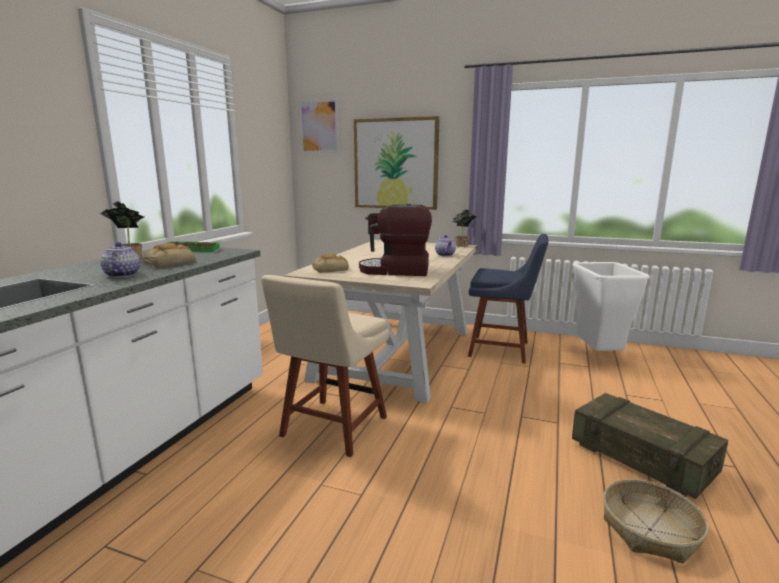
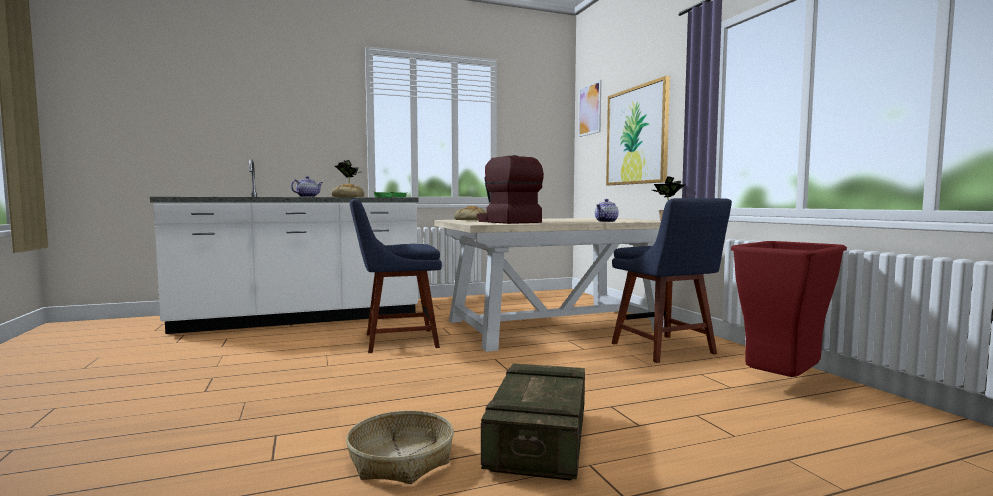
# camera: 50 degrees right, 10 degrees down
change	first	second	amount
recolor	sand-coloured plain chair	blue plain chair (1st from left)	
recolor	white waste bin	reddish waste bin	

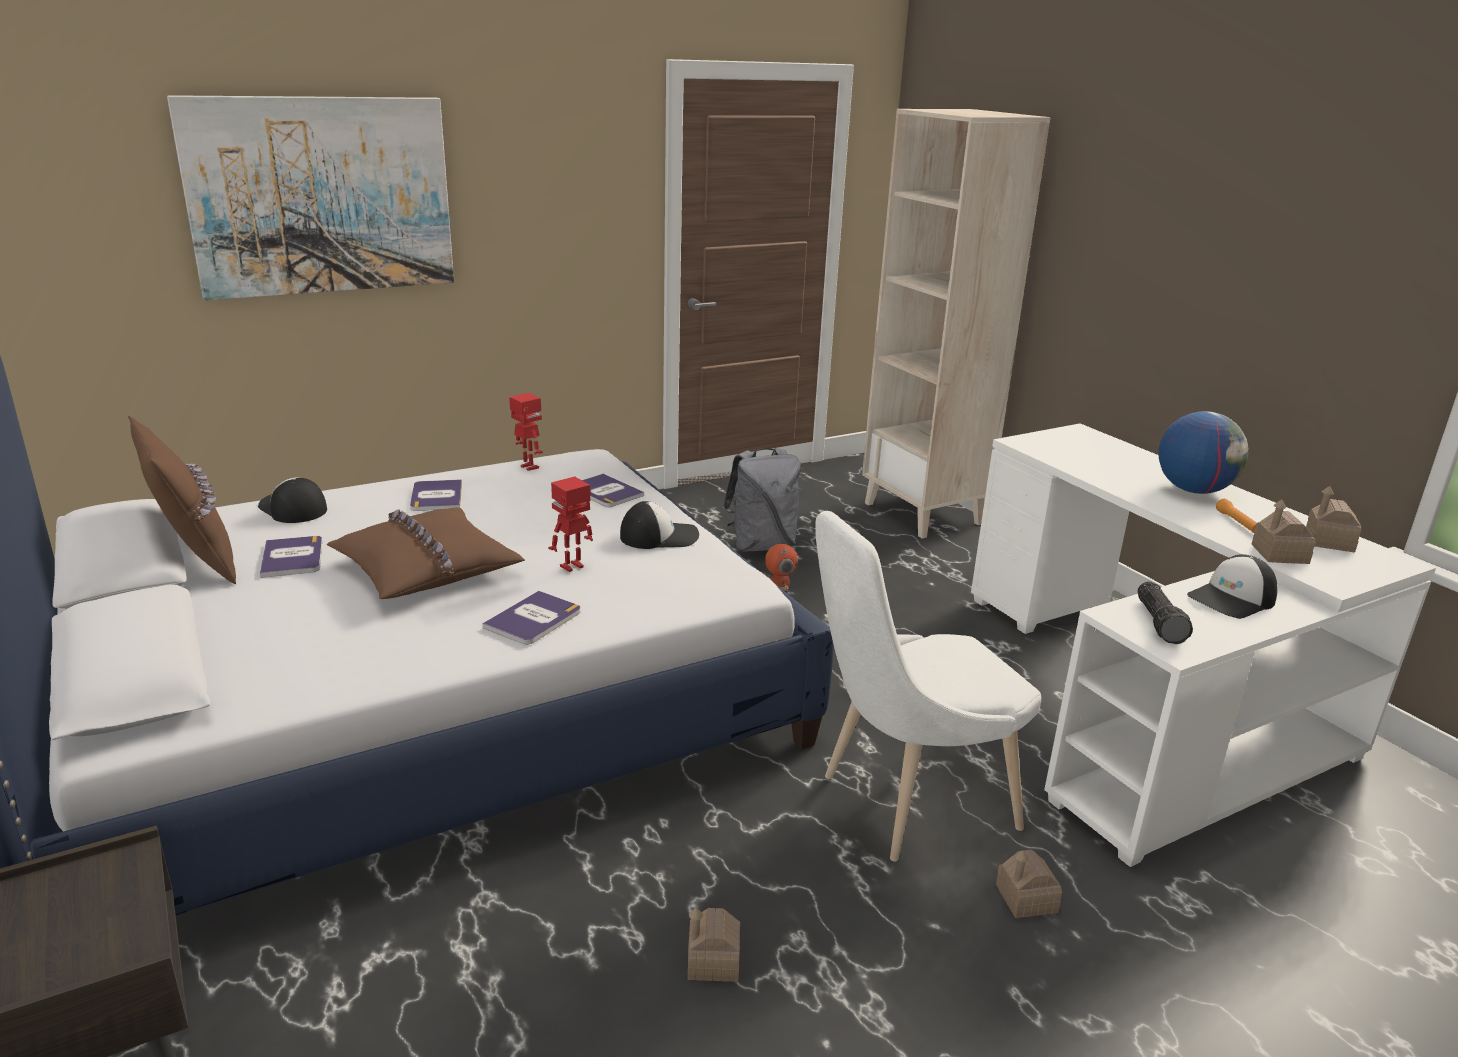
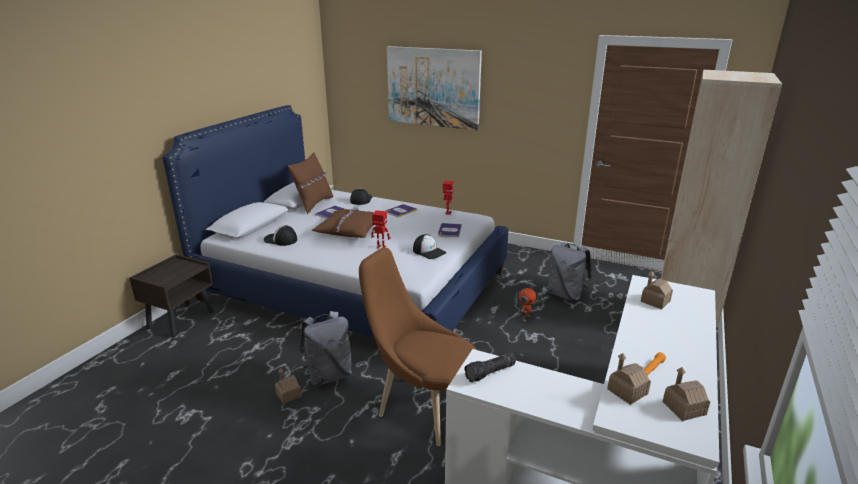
# camera: 55 degrees right, 0 degrees up
change	first	second	amount
delete	bound book (3rd from left)		
delete	world globe		
insert		grey knapsack (1st from left)	
move	model house (2nd from left in the first image)	model house (3rd from left)	
move	baseball cap (3rd from left in the first image)	baseball cap (1st from left)	
recolor	white plain chair	brown-coloured plain chair	

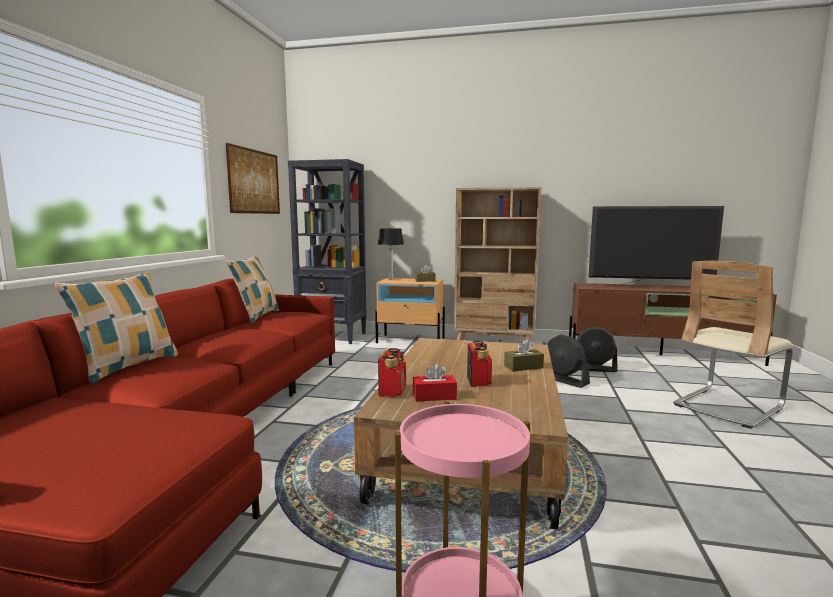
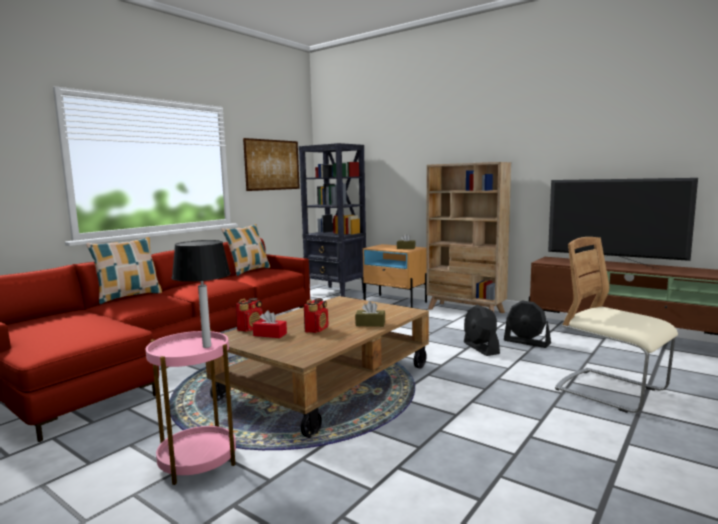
# camera: 25 degrees right, 0 degrees up
change	first	second	amount
move	lamp for a table		
rotate	sand-coloured plain chair		60 degrees clockwise

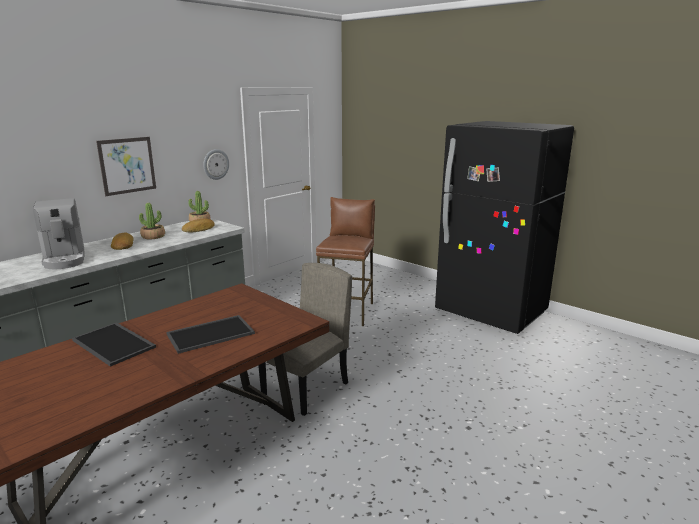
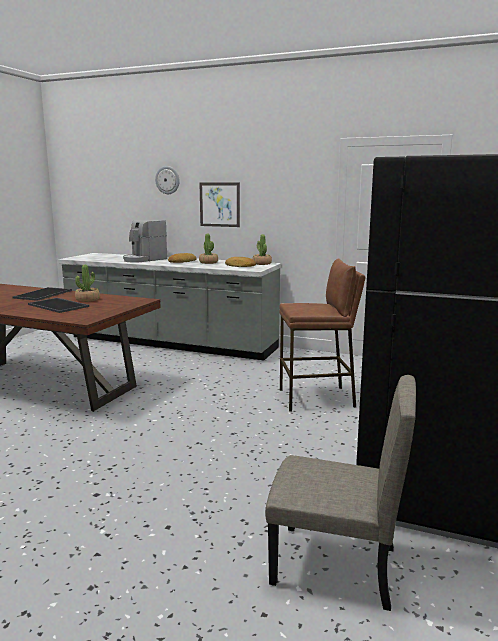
# camera: 70 degrees right, 5 degrees down
change	first	second	amount
insert		potted plant (1st from left)	
move	hanging clock		
move	sand-coloured plain chair		

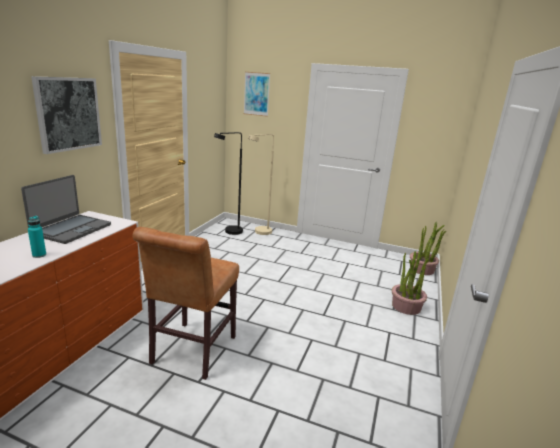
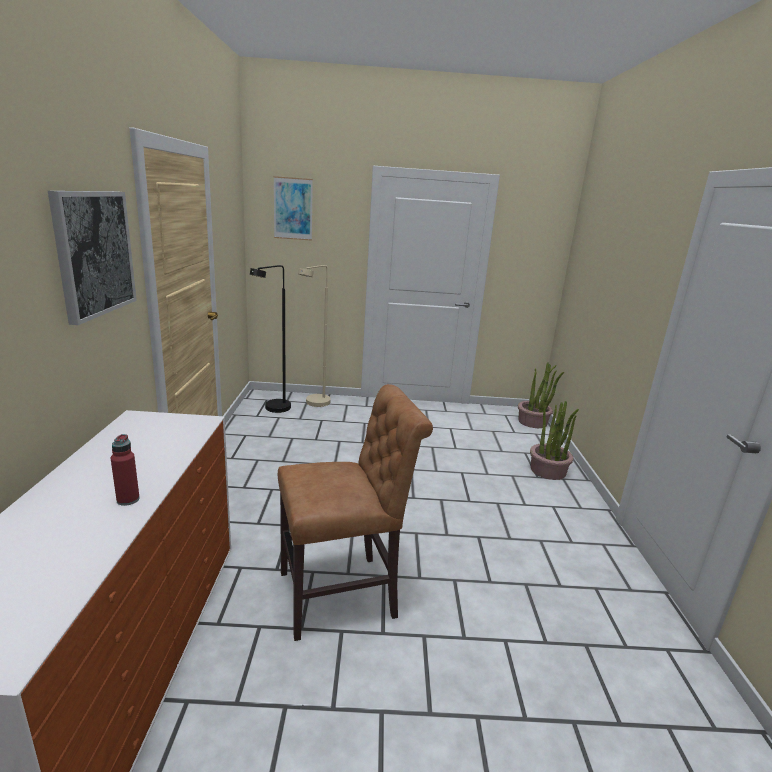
# camera: 20 degrees left, 0 degrees up
change	first	second	amount
delete	portable computer		
recolor	turquoise bottle	reddish bottle	
rotate	brown-coloured plain chair		105 degrees counterclockwise

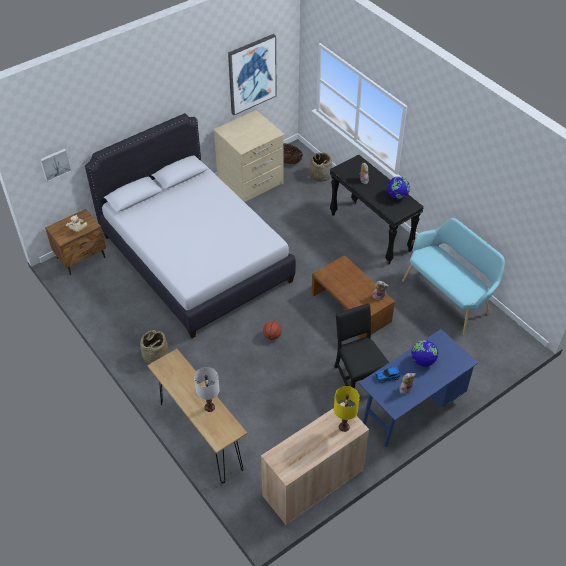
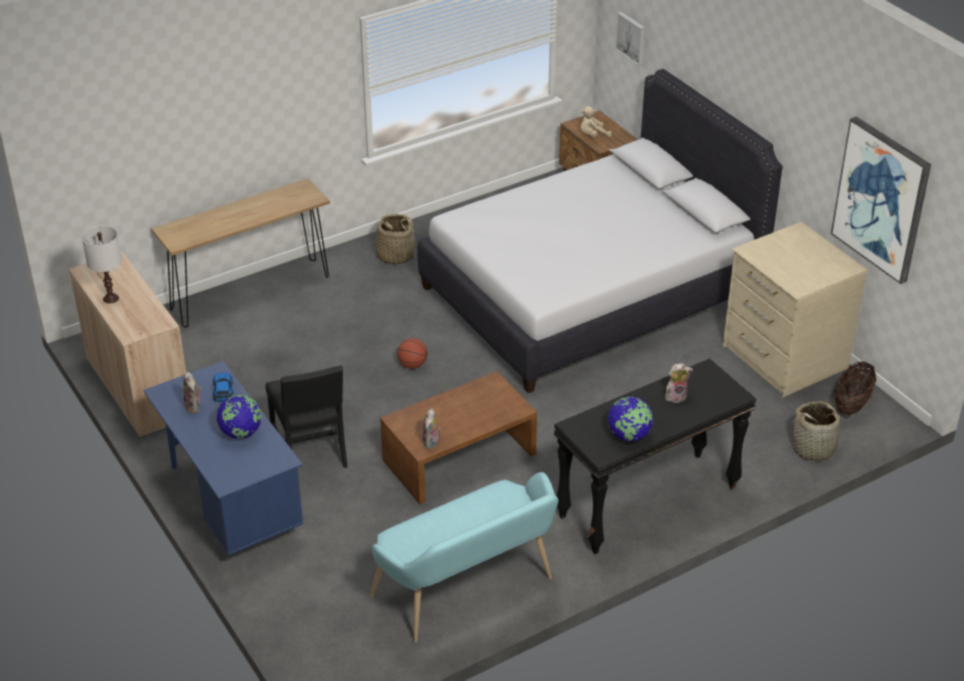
# camera: 95 degrees right, 10 degrees down
change	first	second	amount
delete	yellowish lamp for a table		
move	white lamp for a table		
rotate	black plain chair		90 degrees clockwise

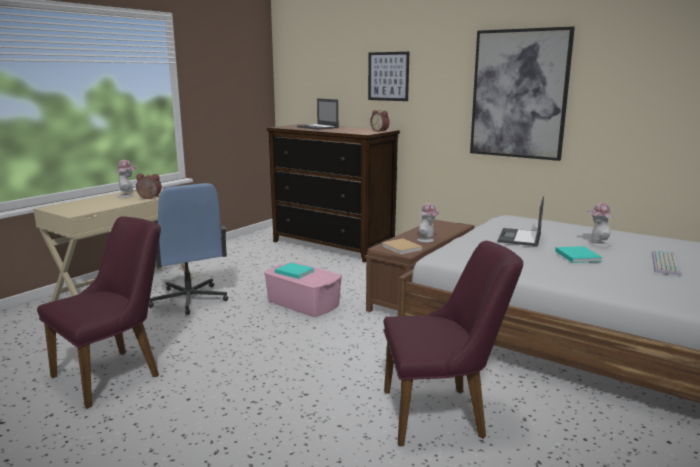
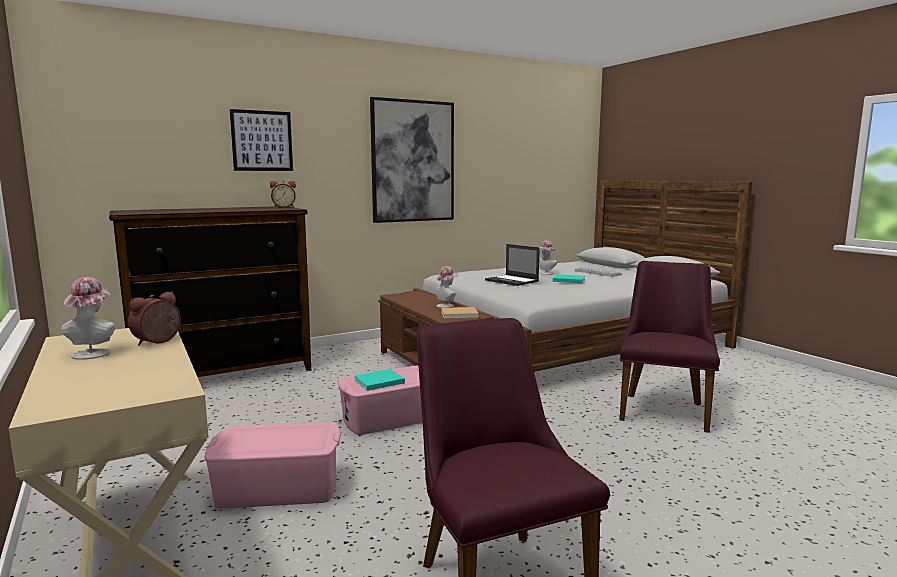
# camera: 65 degrees left, 5 degrees down
change	first	second	amount
delete	portable computer (1st from left)		
replace	blue office chair	pink-coloured storage box (1st from left)	

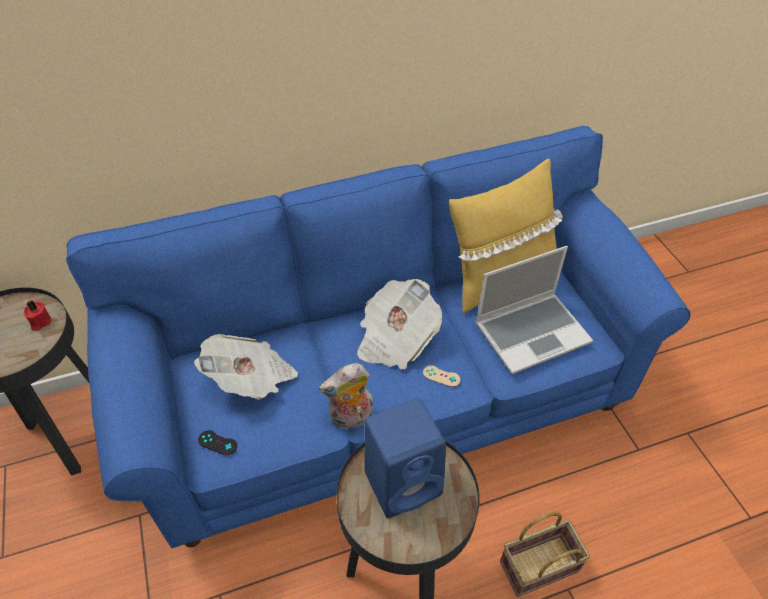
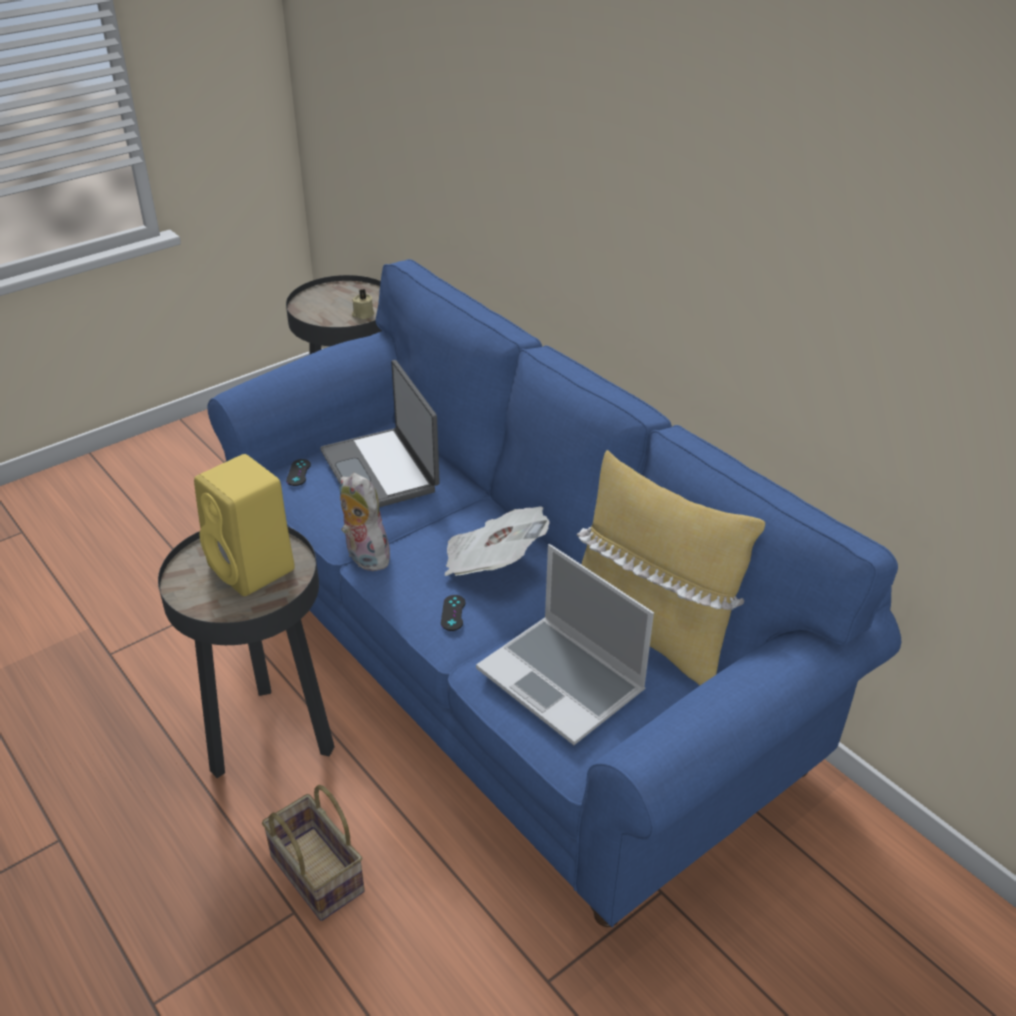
# camera: 70 degrees right, 10 degrees down
change	first	second	amount
replace	daily paper (1st from left)	portable computer (1st from left)	
recolor	reddish wax light	sand-coloured wax light	
recolor	blue speaker	yellowish speaker	
recolor	sand-coloured joypad	black joypad (2nd from left)	

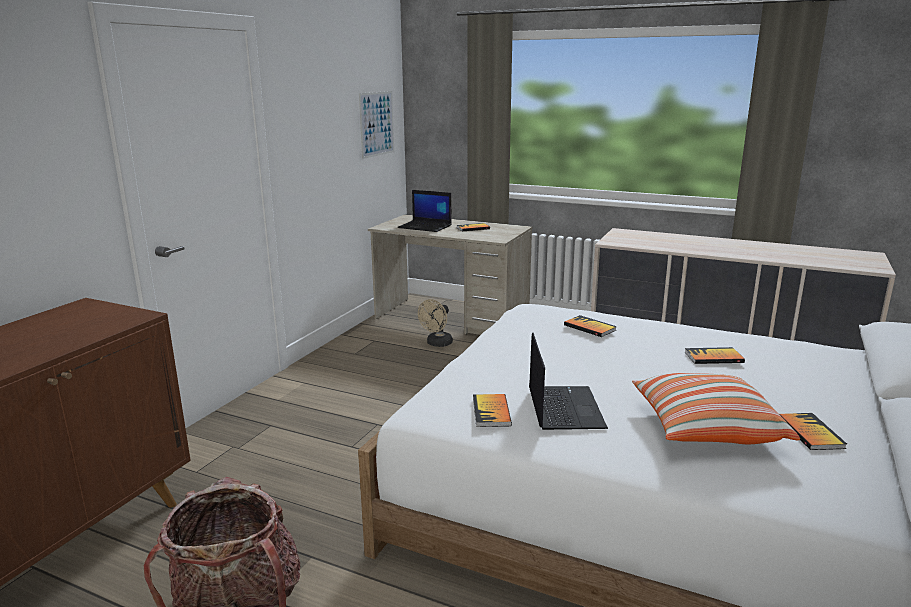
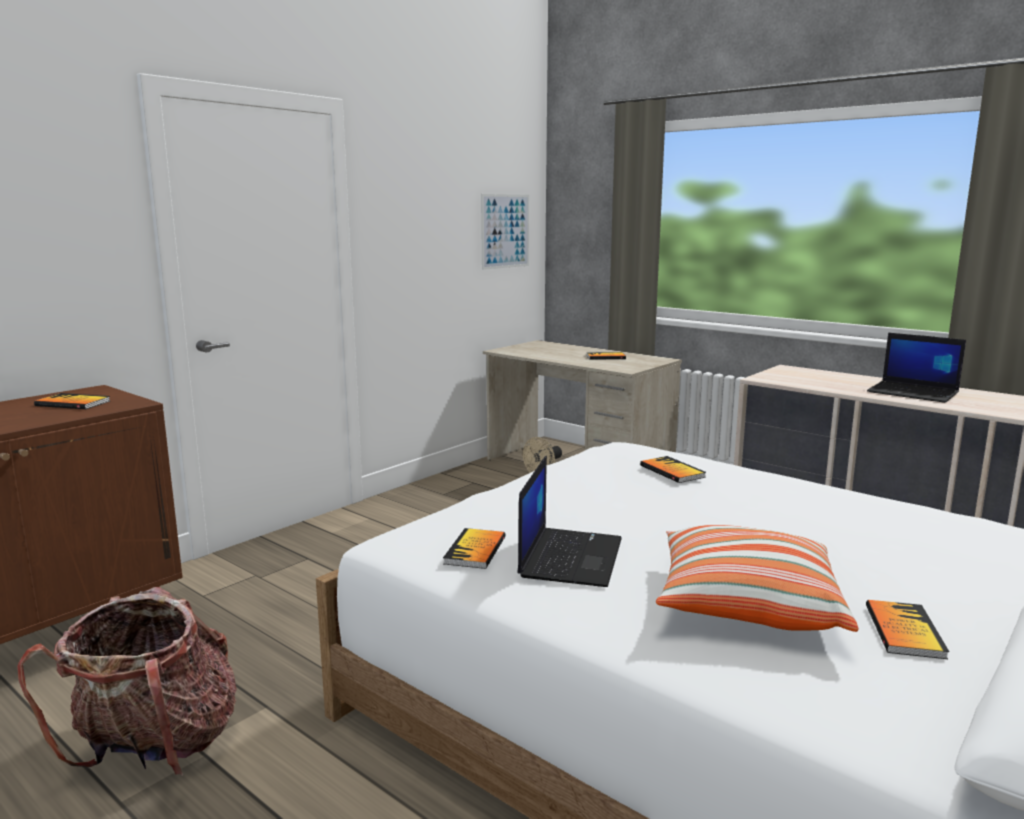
# camera: 15 degrees right, 5 degrees down
change	first	second	amount
move	portable computer (1st from left in the first image)	portable computer (2nd from left)	
move	bound book (4th from left in the first image)	bound book (1st from left)	

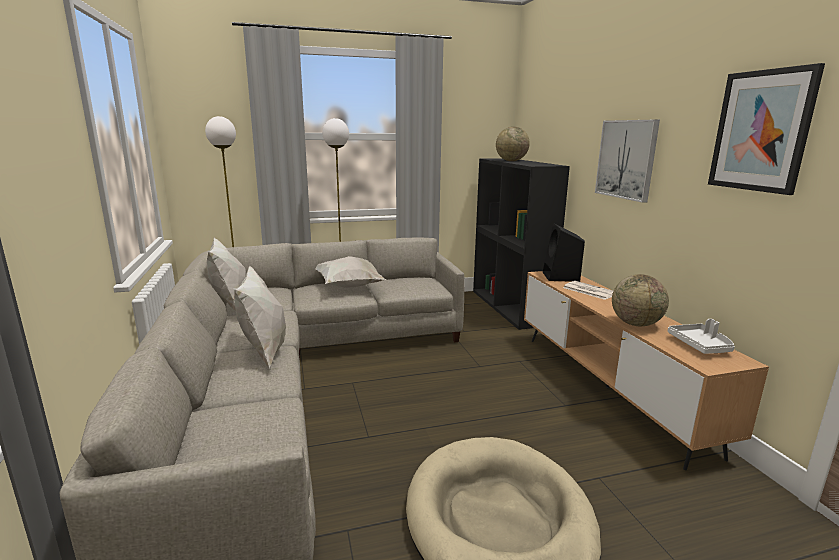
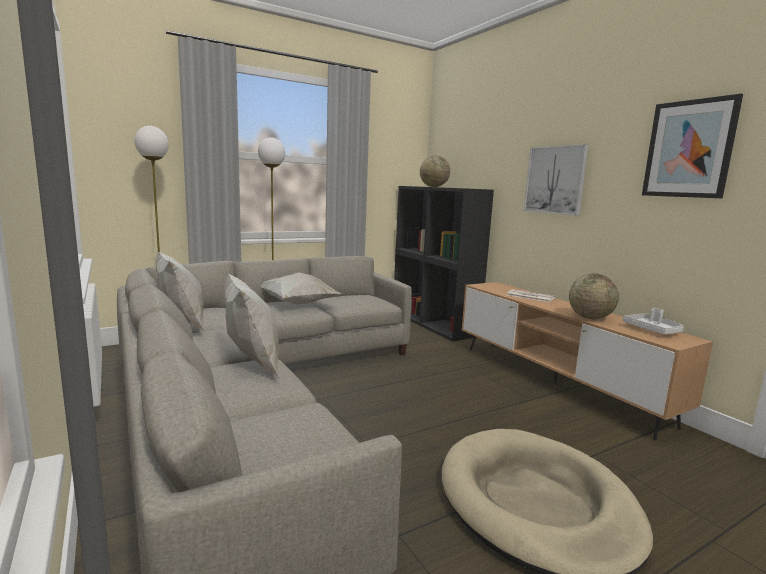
# camera: 15 degrees left, 5 degrees down
change	first	second	amount
delete	black speaker		

